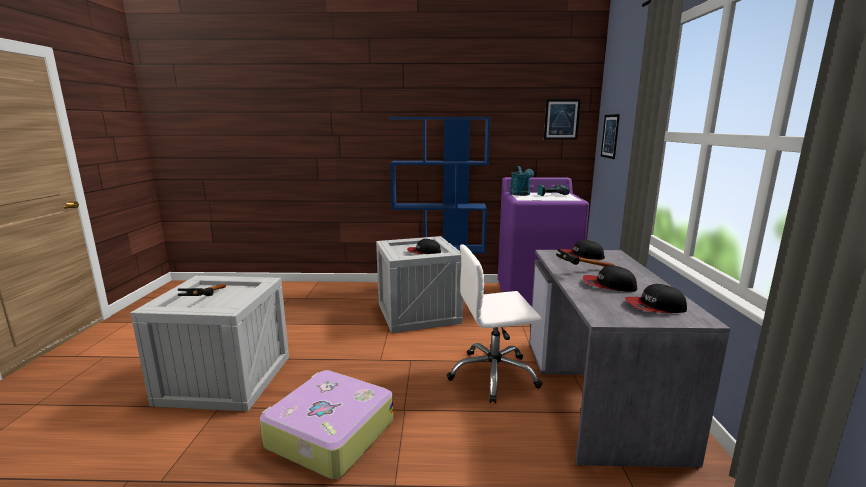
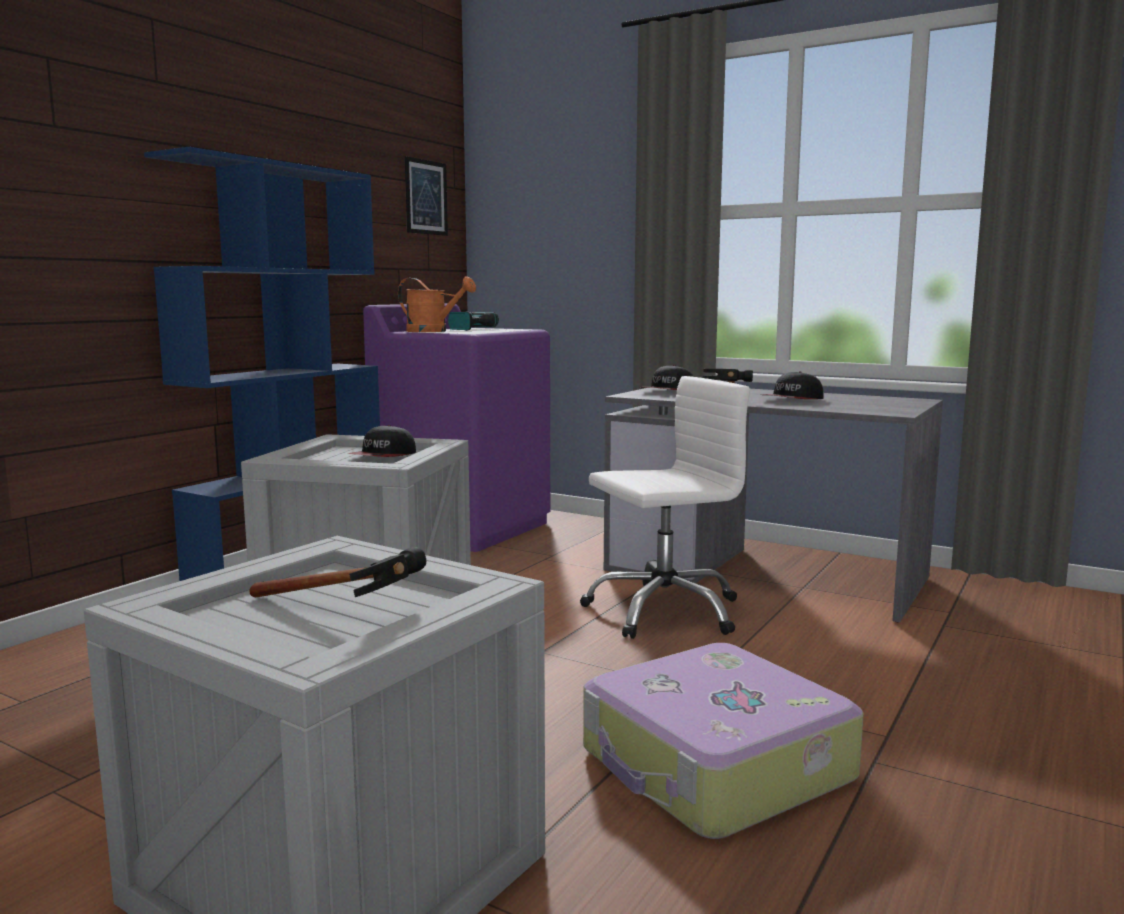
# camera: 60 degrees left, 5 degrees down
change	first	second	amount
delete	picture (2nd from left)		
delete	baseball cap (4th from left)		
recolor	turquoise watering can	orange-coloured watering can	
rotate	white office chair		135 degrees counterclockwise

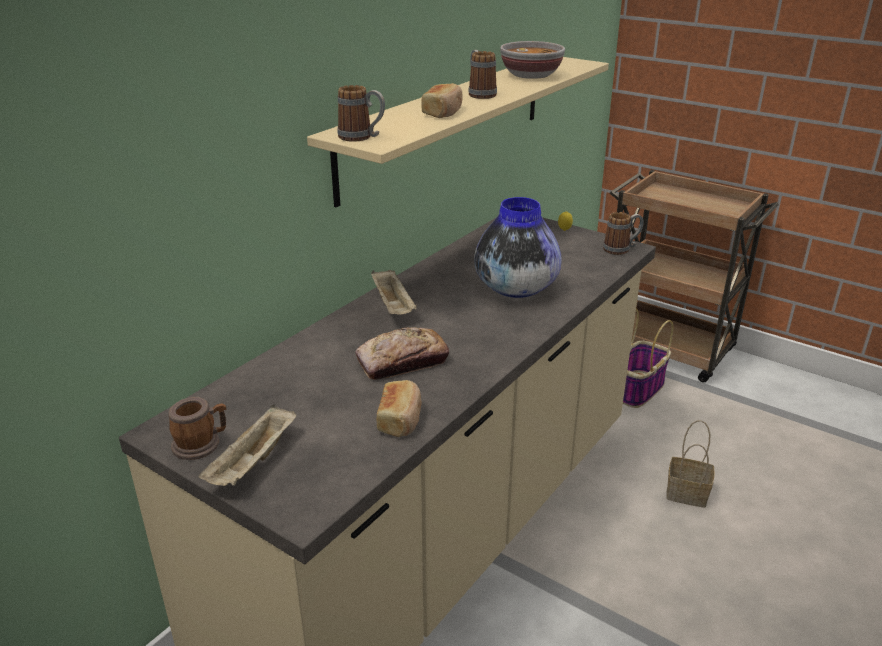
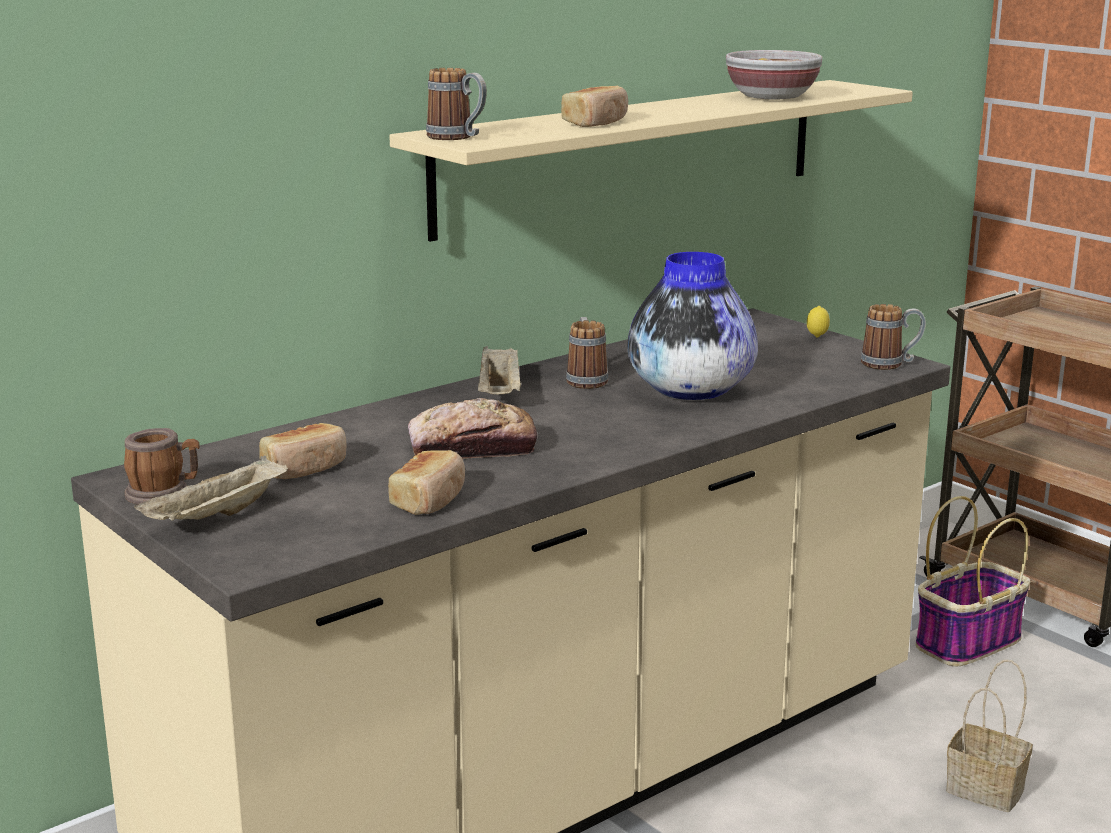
# camera: 15 degrees right, 10 degrees down
change	first	second	amount
insert		bread (1st from left)	
move	tea mug (3rd from left)		

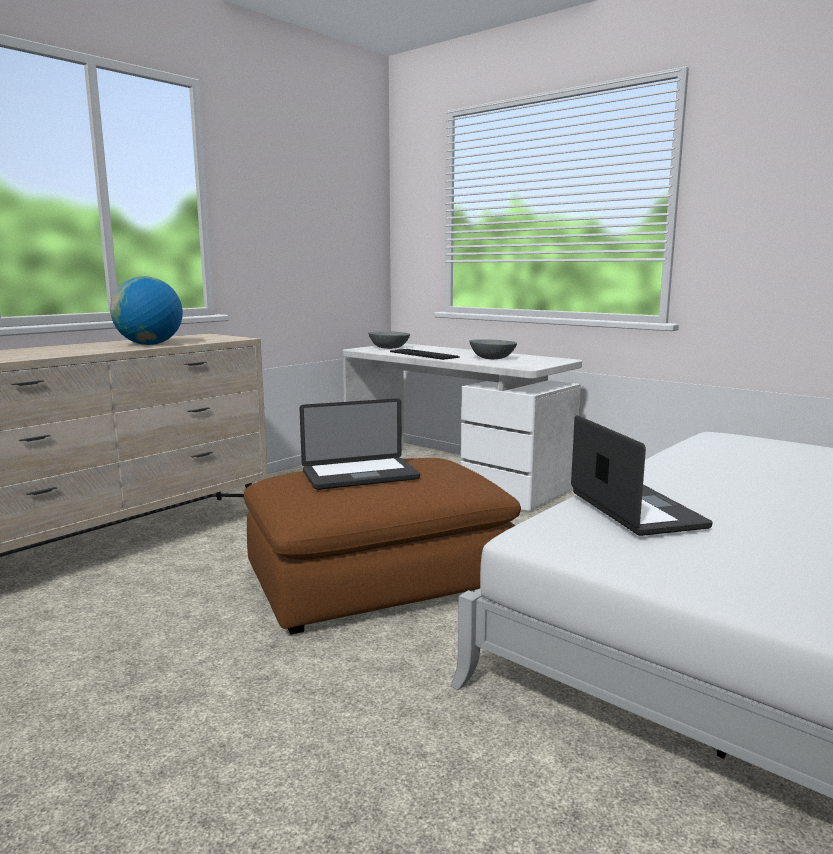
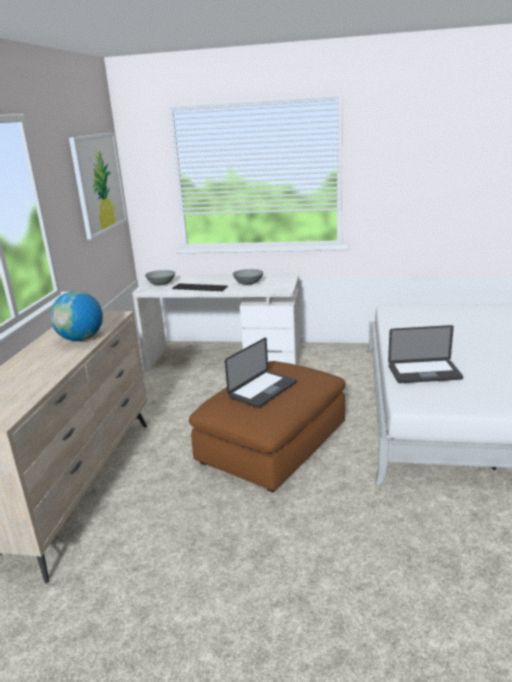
# camera: 30 degrees left, 10 degrees up
change	first	second	amount
insert		picture	
rotate	portable computer (2nd from left)		135 degrees clockwise

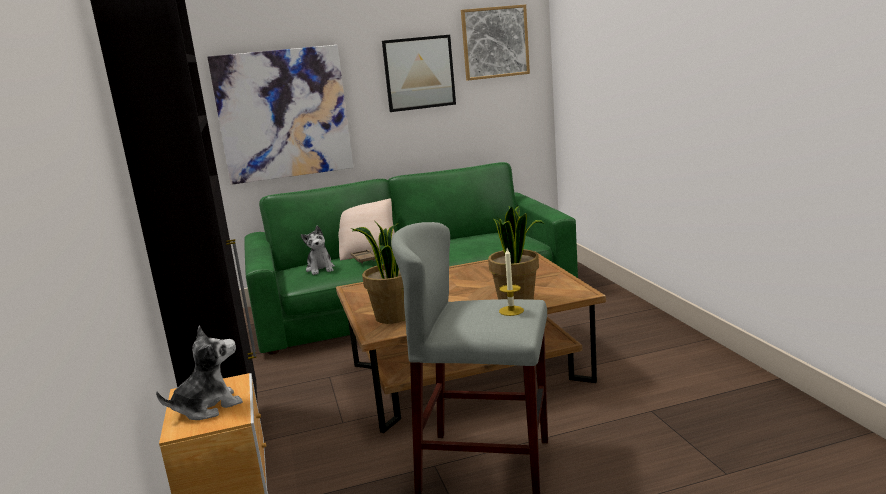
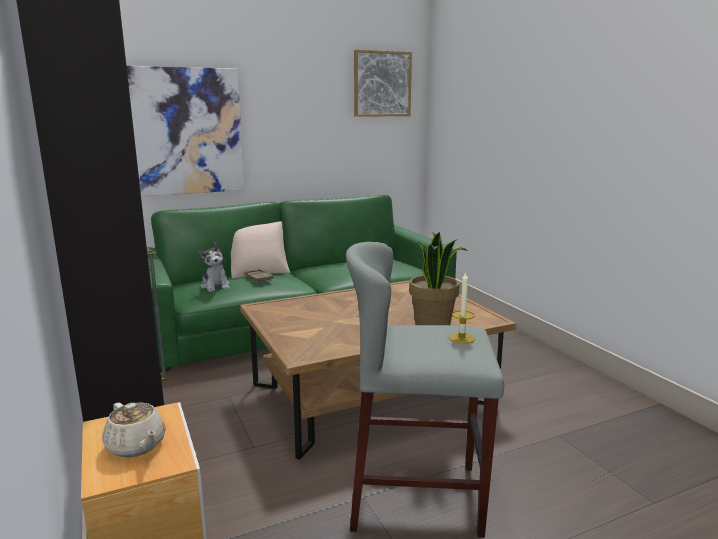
# camera: 10 degrees left, 0 degrees up
change	first	second	amount
delete	potted plant (1st from left)		
delete	picture (2nd from left)		
replace	plush toy (1st from left)	sand-coloured tea pot	

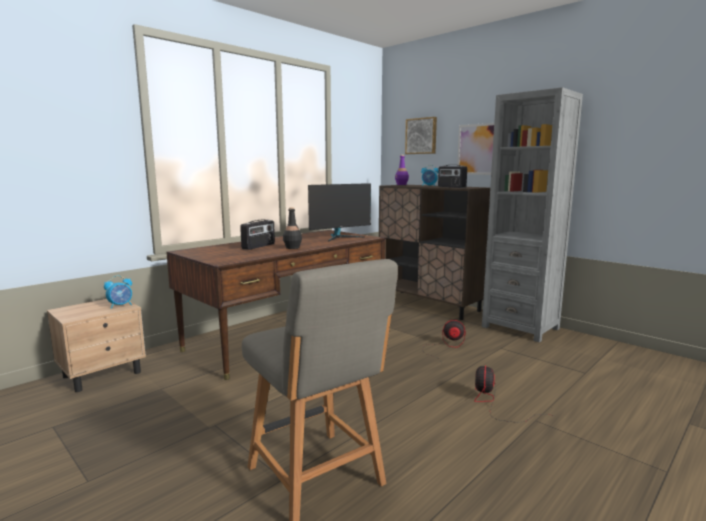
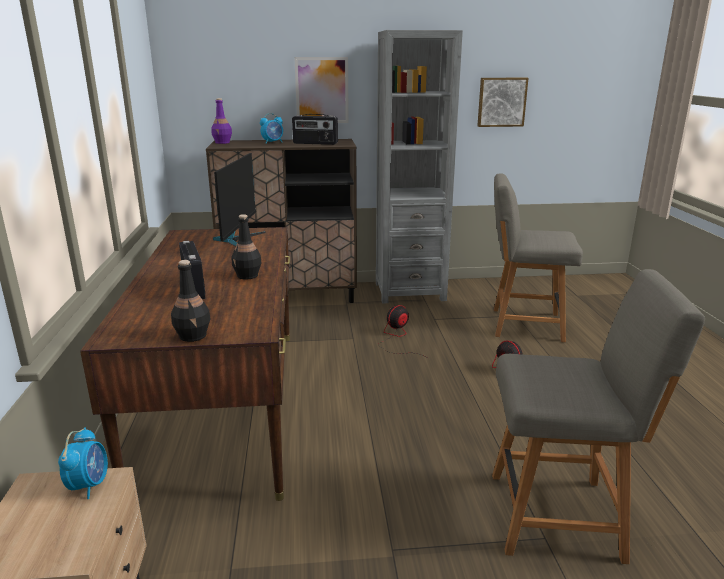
# camera: 50 degrees left, 10 degrees up
change	first	second	amount
insert		black bottle (1st from left)	
insert		grey plain chair (1st from left)	
move	picture (1st from left in the first image)	picture (2nd from left)	

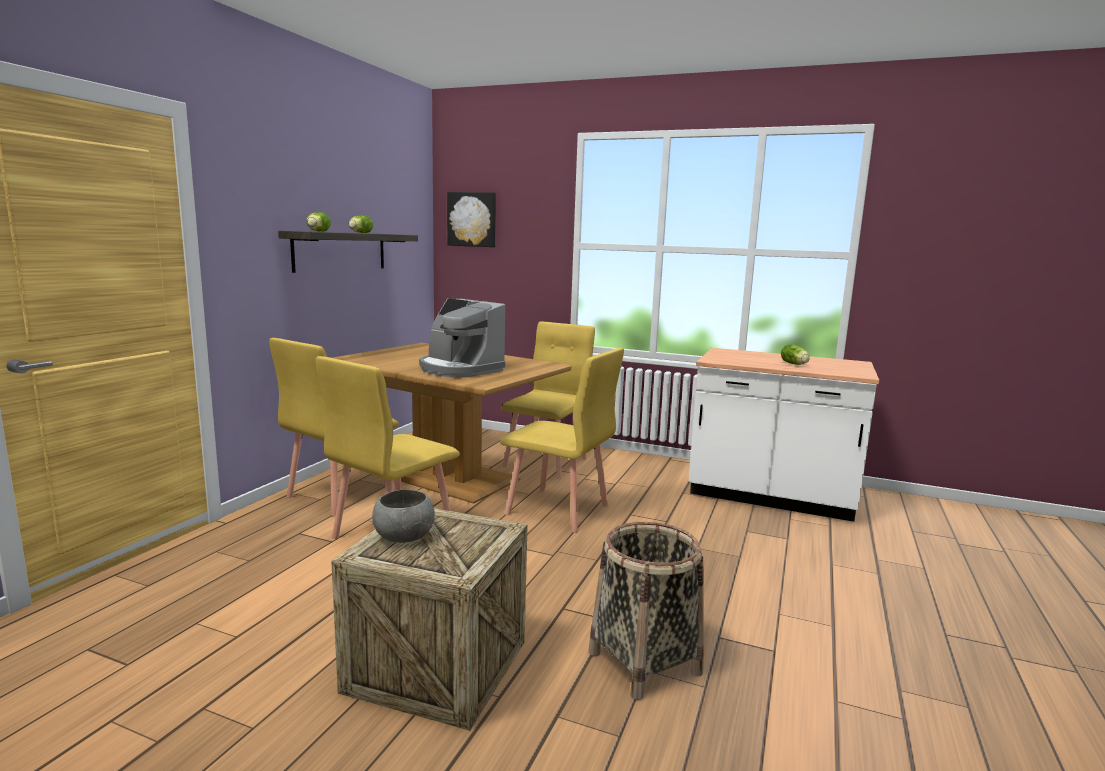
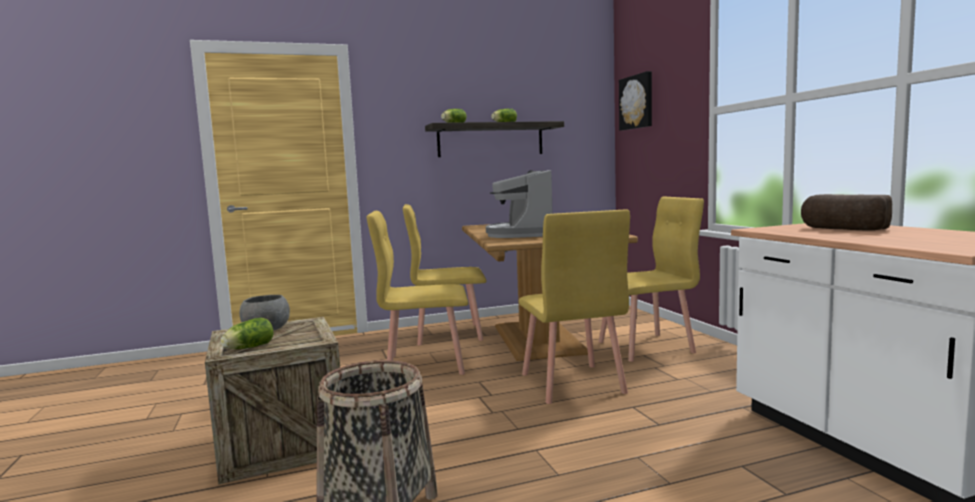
# camera: 50 degrees right, 5 degrees down
change	first	second	amount
insert		bread	
move	lettuce head (3rd from left in the first image)	lettuce head (1st from left)	

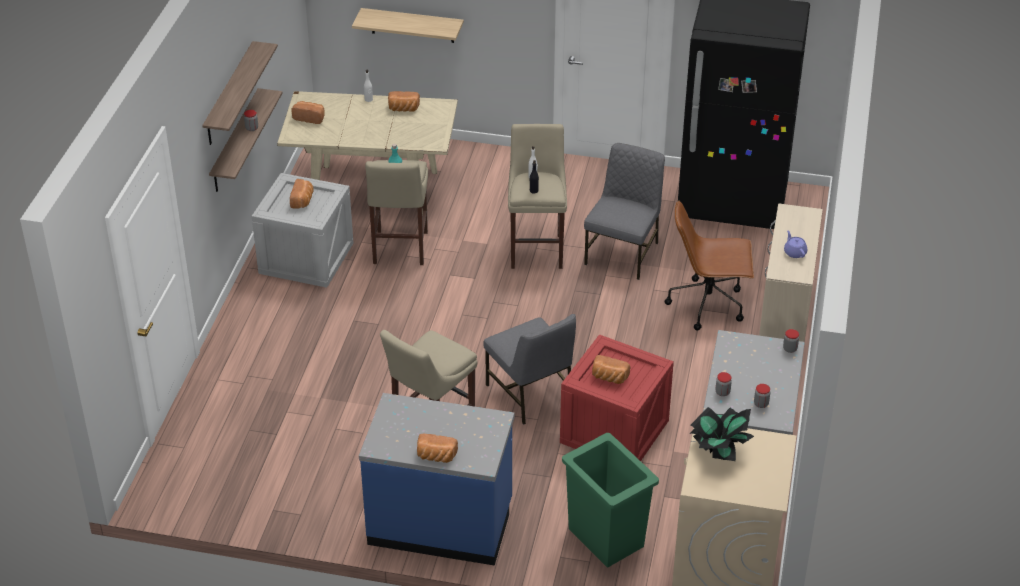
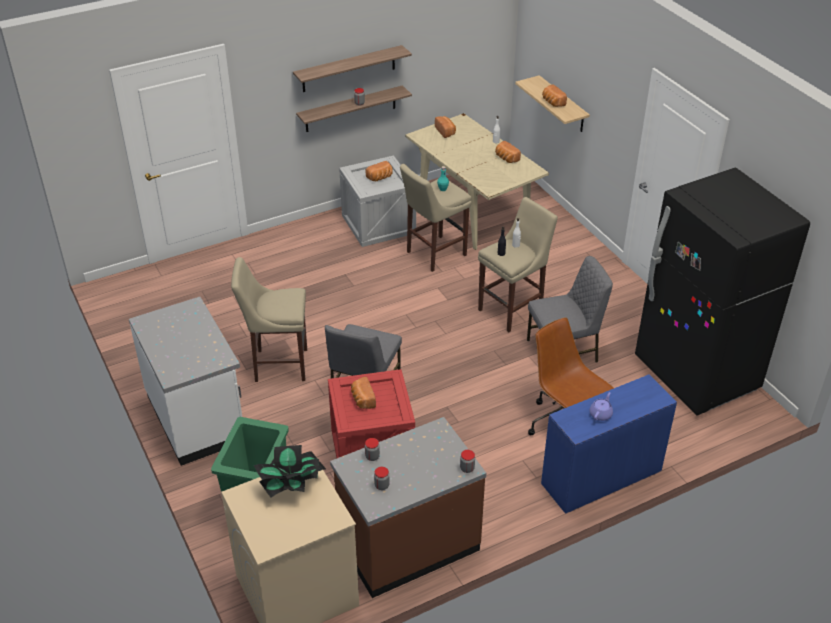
# camera: 50 degrees right, 0 degrees up
change	first	second	amount
move	bread (4th from left in the first image)	bread (5th from left)	
recolor	blue kitchen counter	white kitchen counter	
recolor	sand-coloured desk	blue desk	

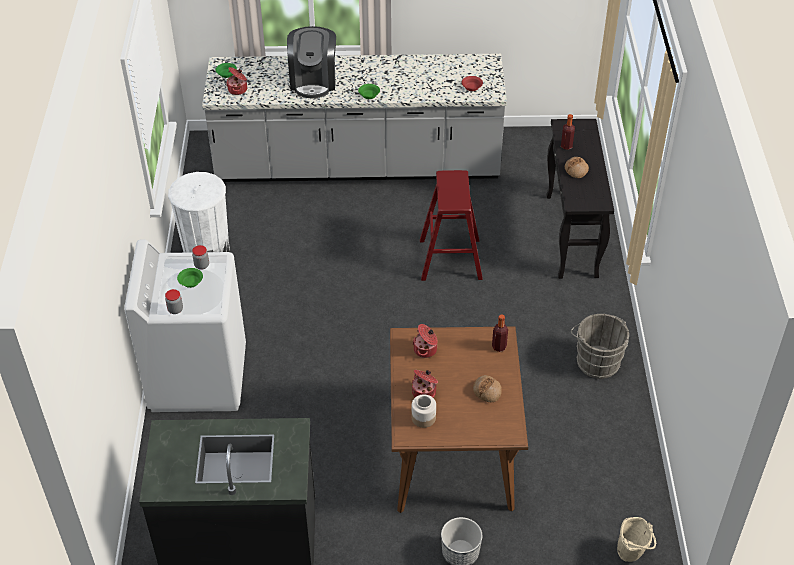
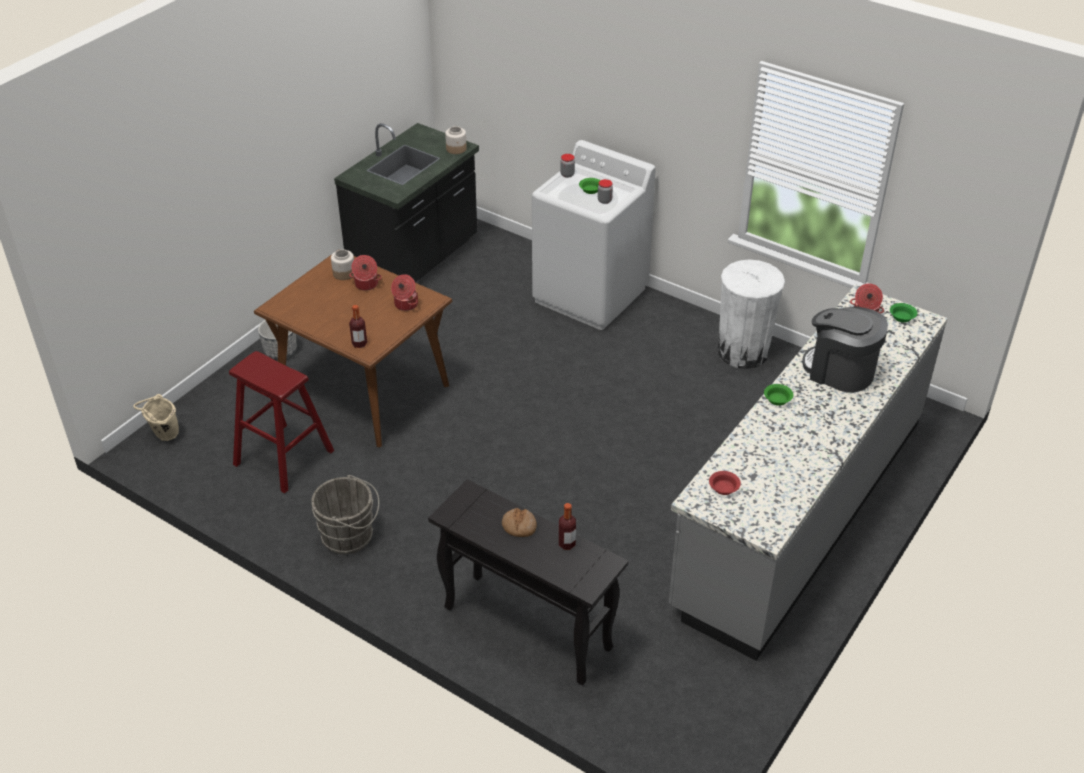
# camera: 125 degrees right, 5 degrees down
change	first	second	amount
delete	bread (1st from left)		
insert		storage jar (2nd from left)	
move	reddish sitting stool		

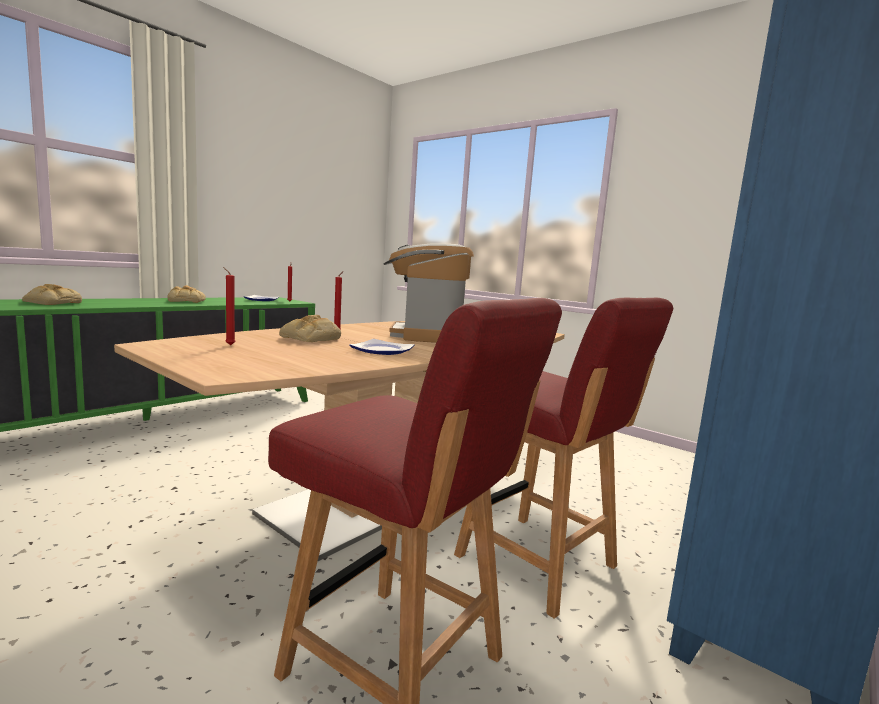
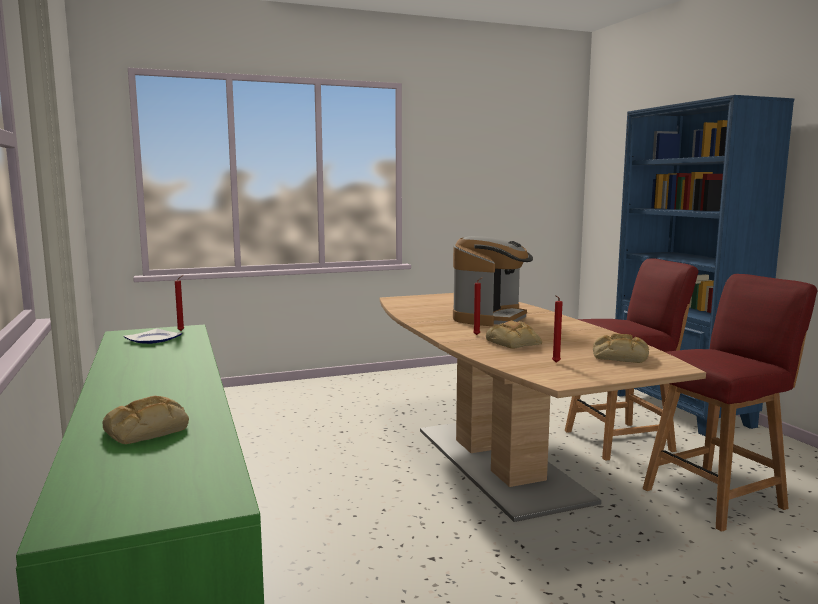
# camera: 60 degrees left, 0 degrees up
change	first	second	amount
delete	plate (2nd from left)		
move	bread (2nd from left in the first image)	bread (3rd from left)	
rotate	coffee machine		90 degrees counterclockwise

